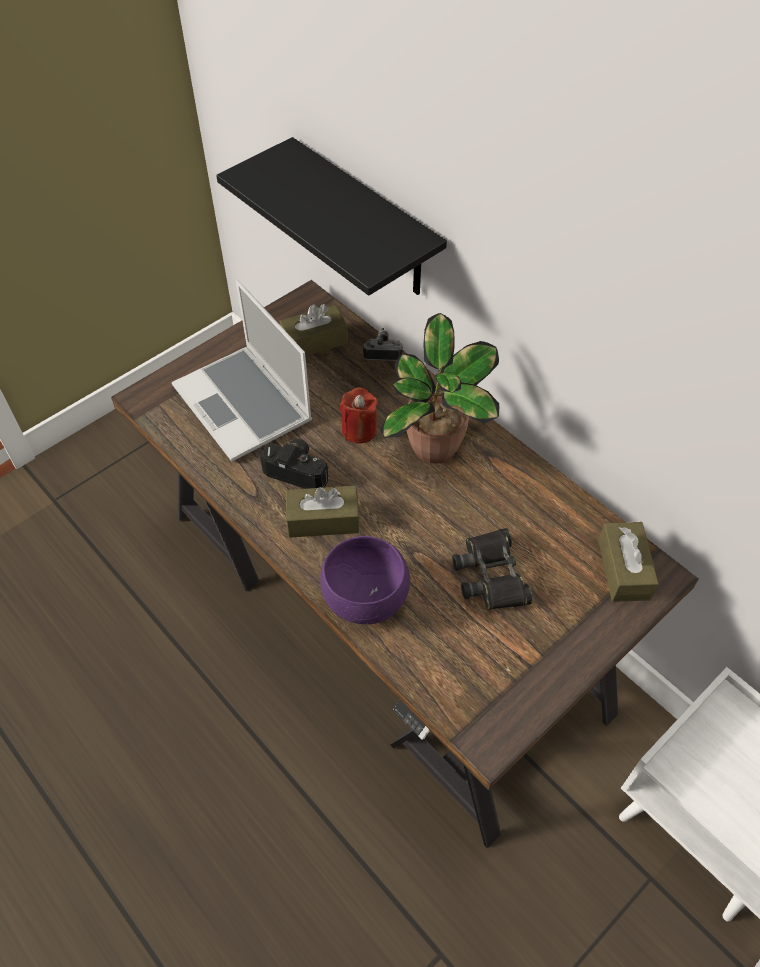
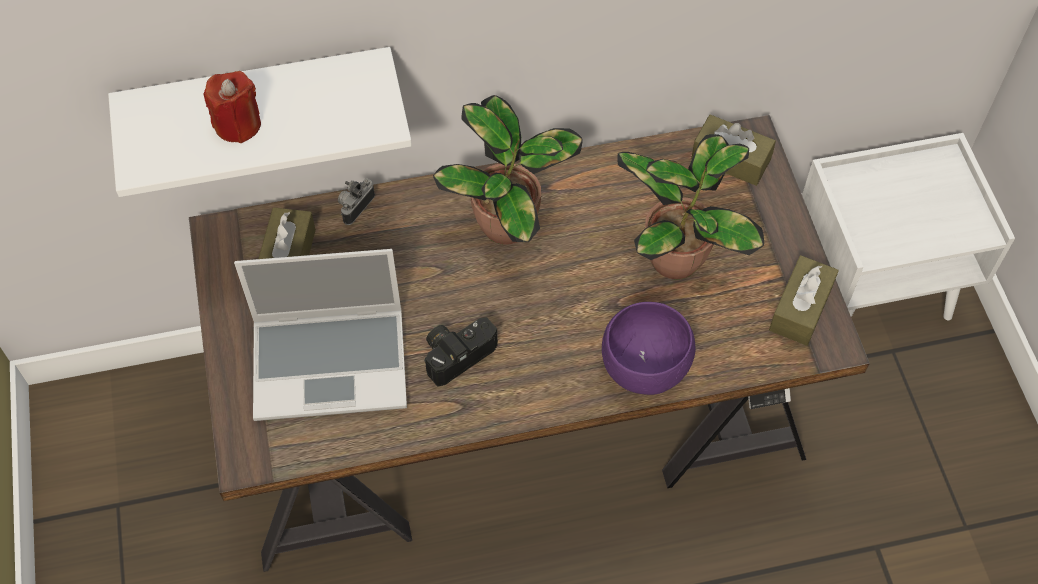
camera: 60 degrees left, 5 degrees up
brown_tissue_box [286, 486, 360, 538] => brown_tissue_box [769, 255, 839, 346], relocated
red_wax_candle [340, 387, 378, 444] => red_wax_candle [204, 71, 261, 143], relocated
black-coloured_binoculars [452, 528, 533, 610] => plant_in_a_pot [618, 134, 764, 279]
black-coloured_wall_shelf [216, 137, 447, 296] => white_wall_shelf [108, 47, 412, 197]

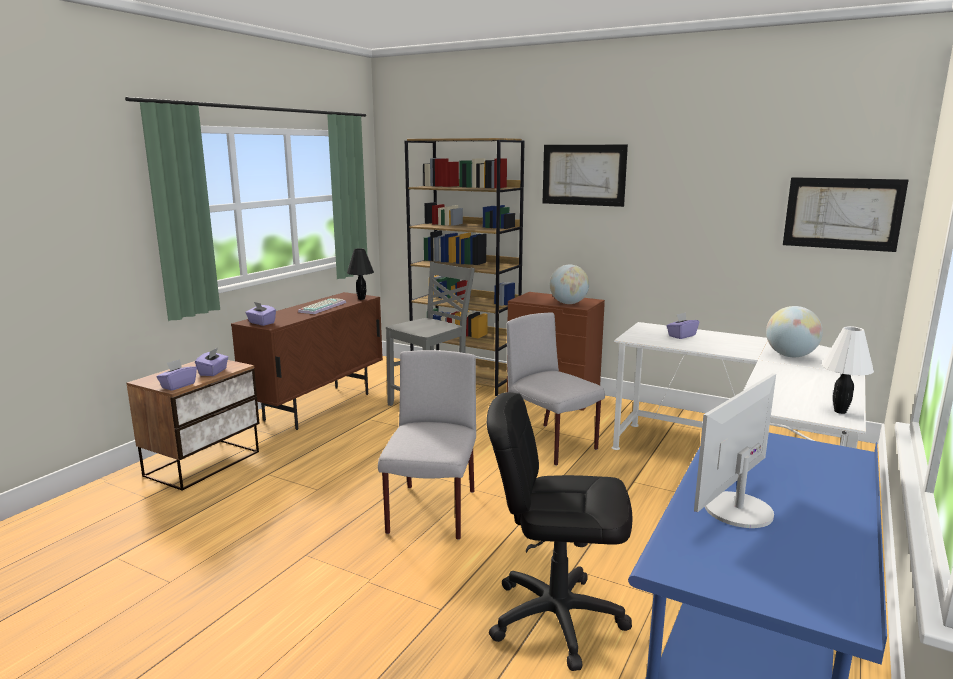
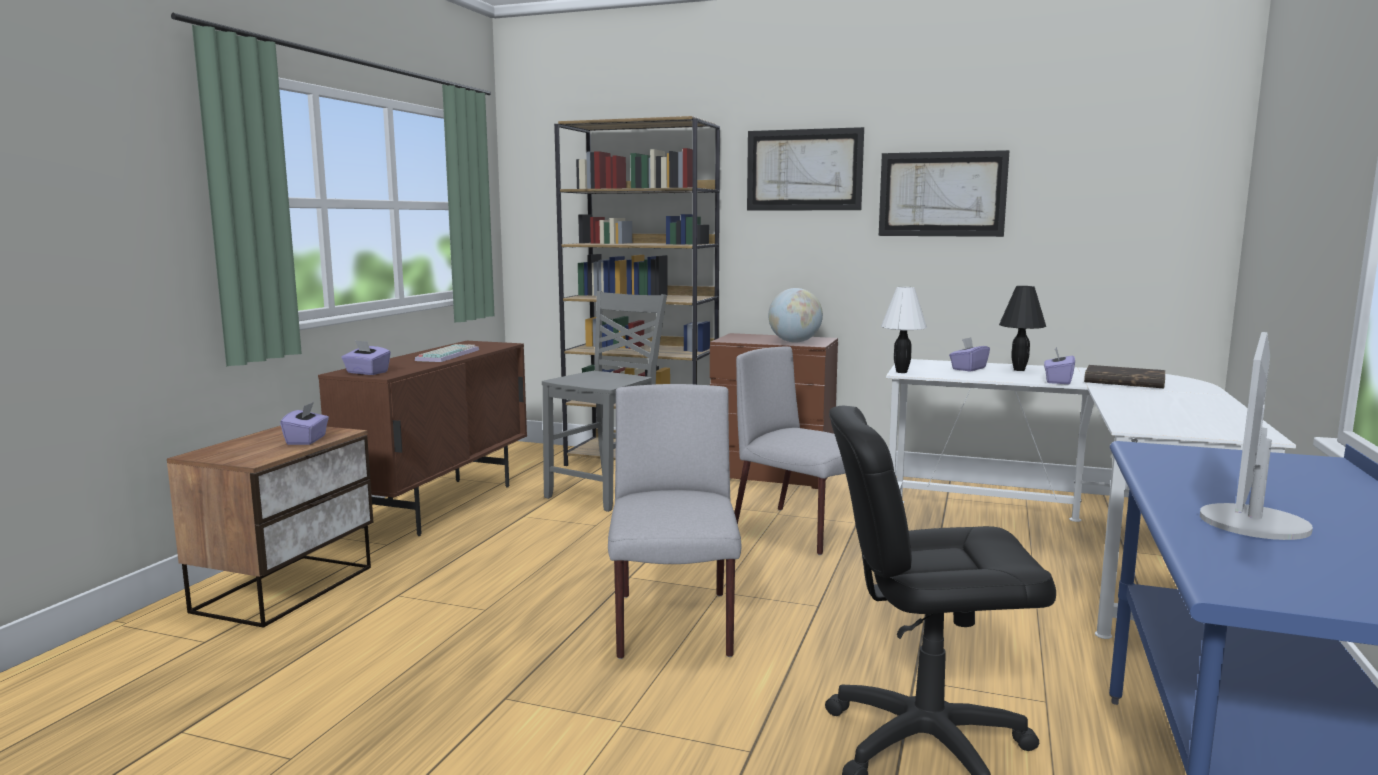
camera: 10 degrees left, 5 degrees down
purplish_tissue_box [156, 359, 197, 391] => purplish_tissue_box [1044, 347, 1075, 384], relocated
black-coloured_lamp_for_a_table [347, 248, 374, 300] => black-coloured_lamp_for_a_table [999, 286, 1046, 371], relocated
picture [783, 177, 908, 252] => picture [879, 150, 1010, 237], relocated
white_lamp_for_a_table [821, 326, 874, 414] => white_lamp_for_a_table [881, 287, 927, 373], relocated
desk_globe [766, 306, 823, 357] => brown_bound_book [1084, 365, 1165, 388]

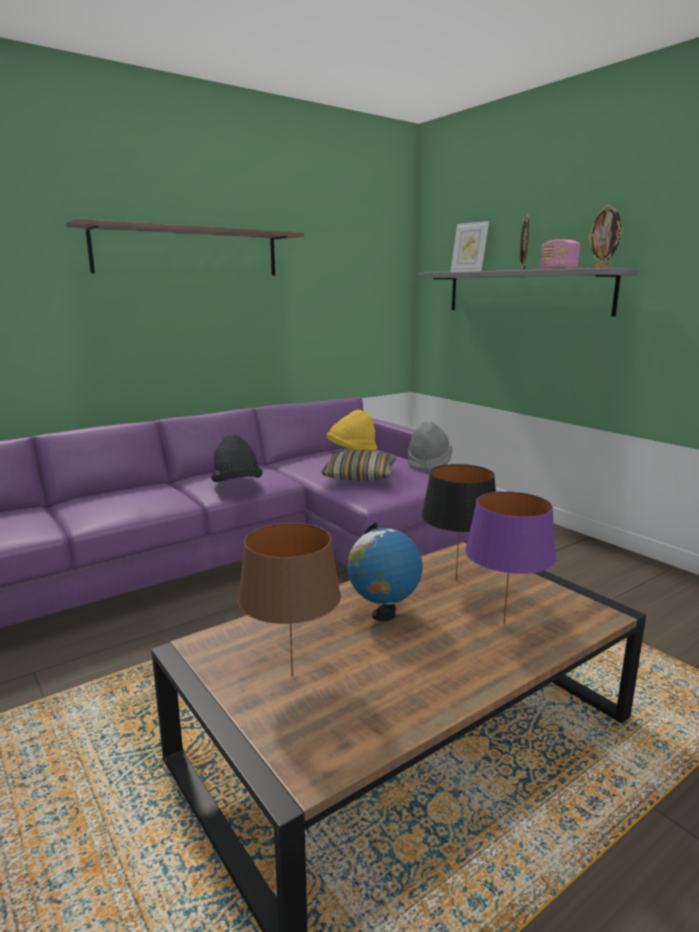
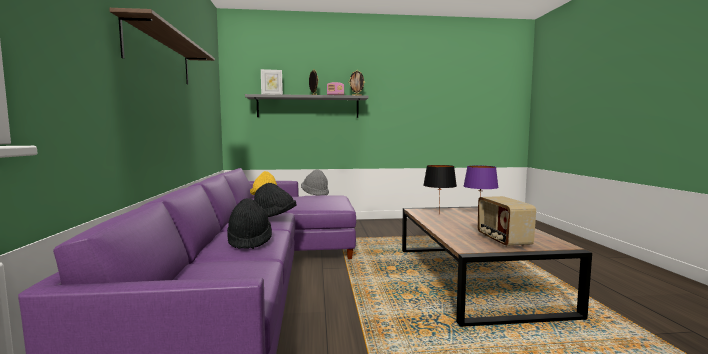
camera: 60 degrees left, 10 degrees down
pillow [321, 450, 396, 481] => nothing
desk_globe [347, 522, 423, 621] => nothing
nothing => black-coloured_hat [227, 198, 272, 249]
brown_lamp_for_a_table [238, 523, 341, 677] => radio_set [478, 196, 536, 247]

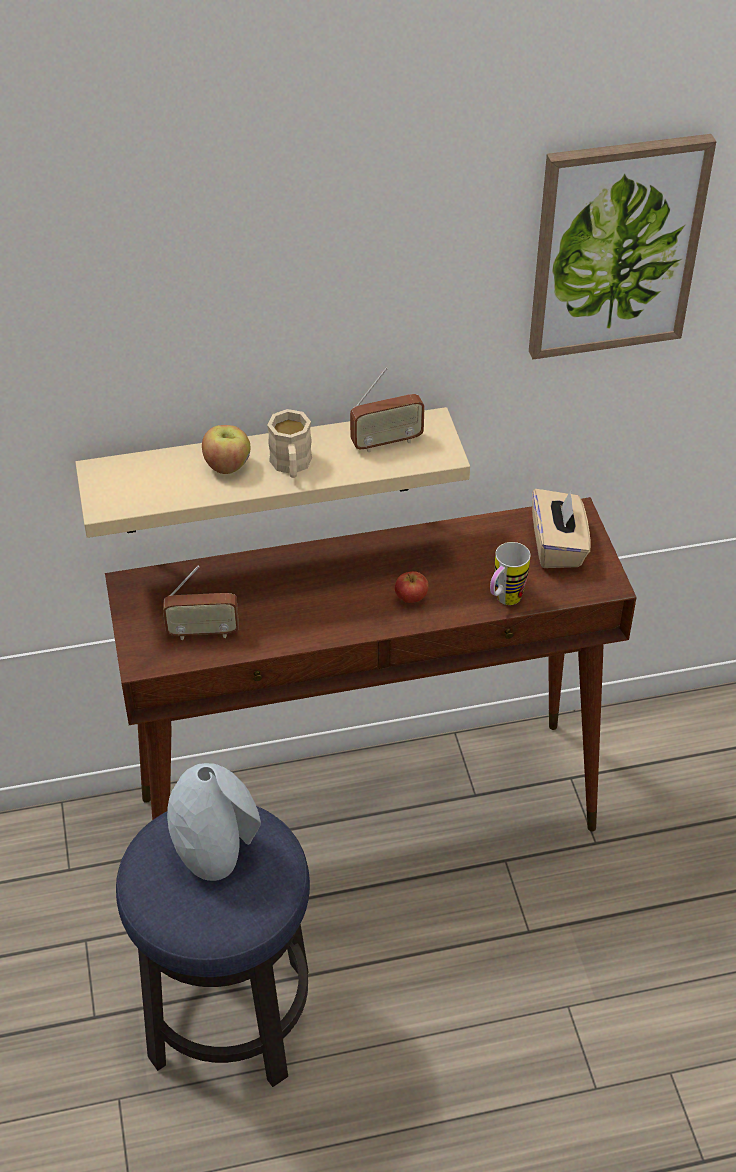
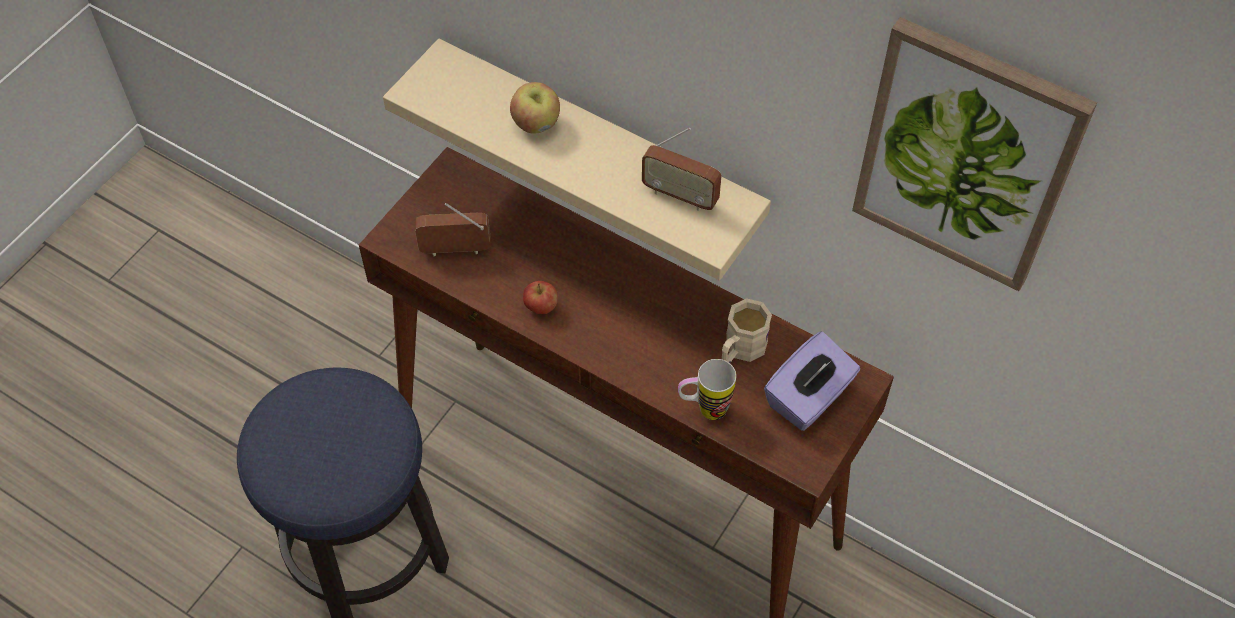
camera: 45 degrees right, 10 degrees up
gray_decorative_vase [167, 763, 261, 881] => nothing
beige_coffee_mug [267, 409, 312, 478] => beige_coffee_mug [722, 298, 772, 363], relocated
whole_apple [395, 571, 429, 603] => whole_apple [523, 281, 558, 314], relocated
beige_tissue_box [532, 489, 590, 568] => purplish_tissue_box [764, 331, 860, 431]
radio_set [163, 566, 239, 640] => radio_set [415, 203, 491, 256], 135 degrees clockwise

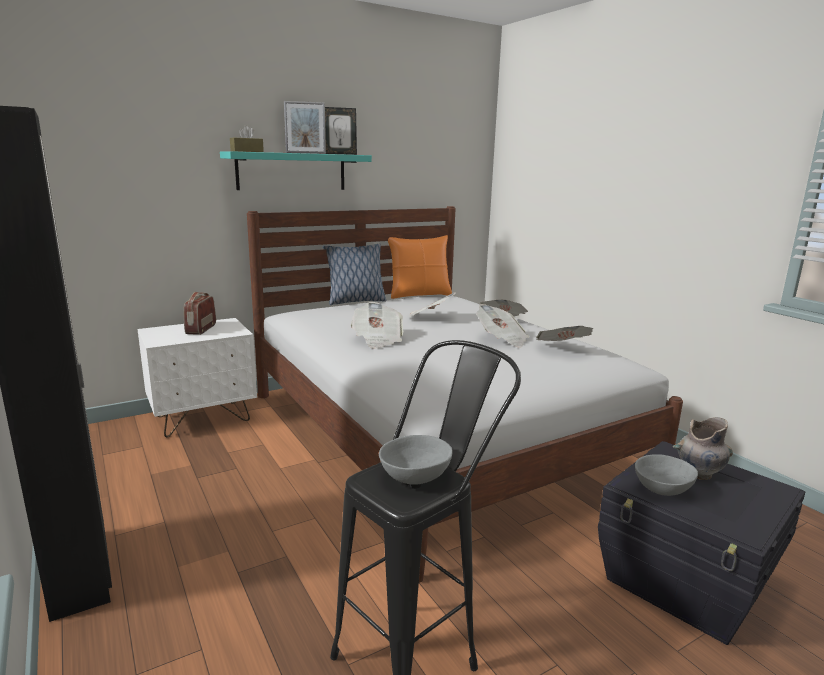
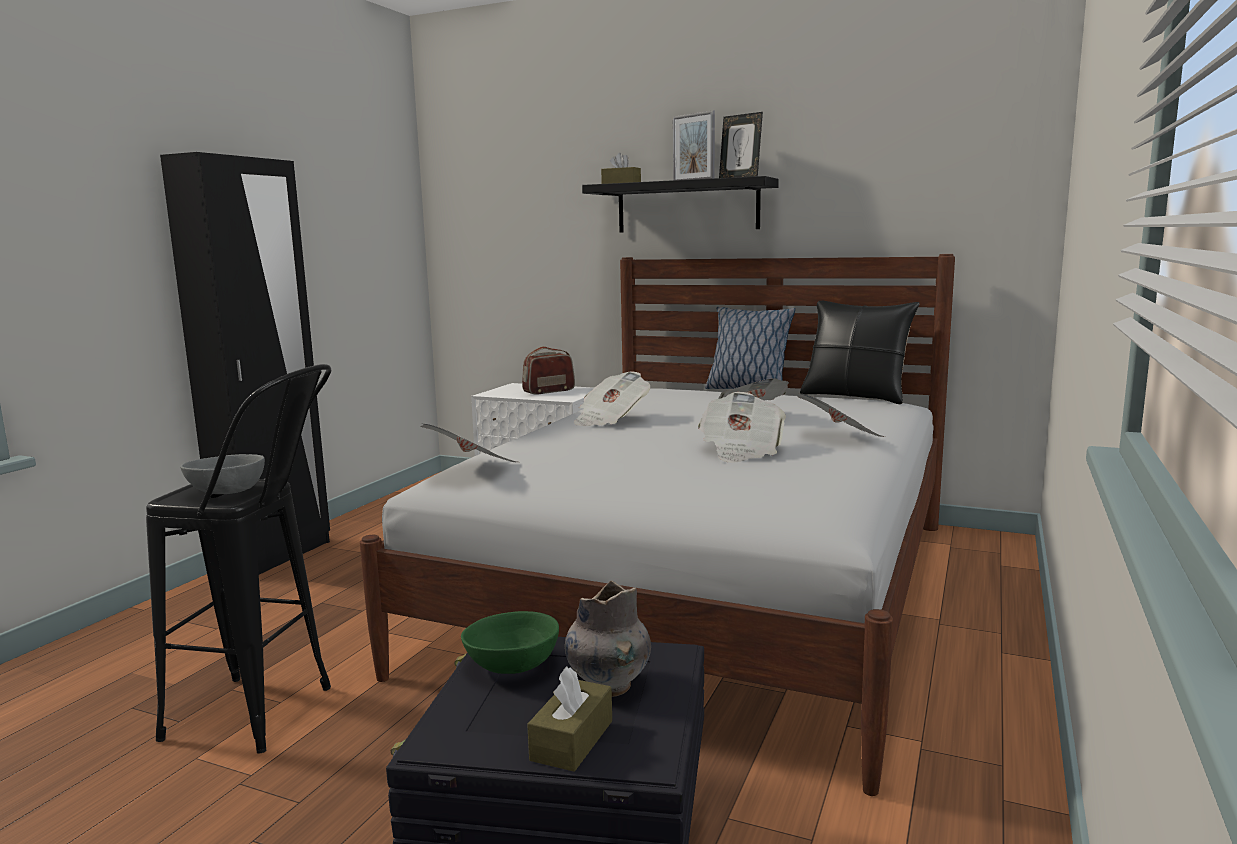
camera: 55 degrees right, 5 degrees down
nothing => brown_tissue_box [527, 666, 612, 772]
daily_paper [536, 326, 593, 341] => daily_paper [420, 424, 517, 462], relocated
turquoise-coloured_wall_shelf [220, 151, 372, 190] => black-coloured_wall_shelf [582, 176, 779, 233]
orangey_pillow [388, 235, 452, 299] => black-coloured_pillow [800, 301, 919, 404]
gray_deep_dish [635, 454, 698, 496] => green_deep_dish [461, 611, 559, 674]

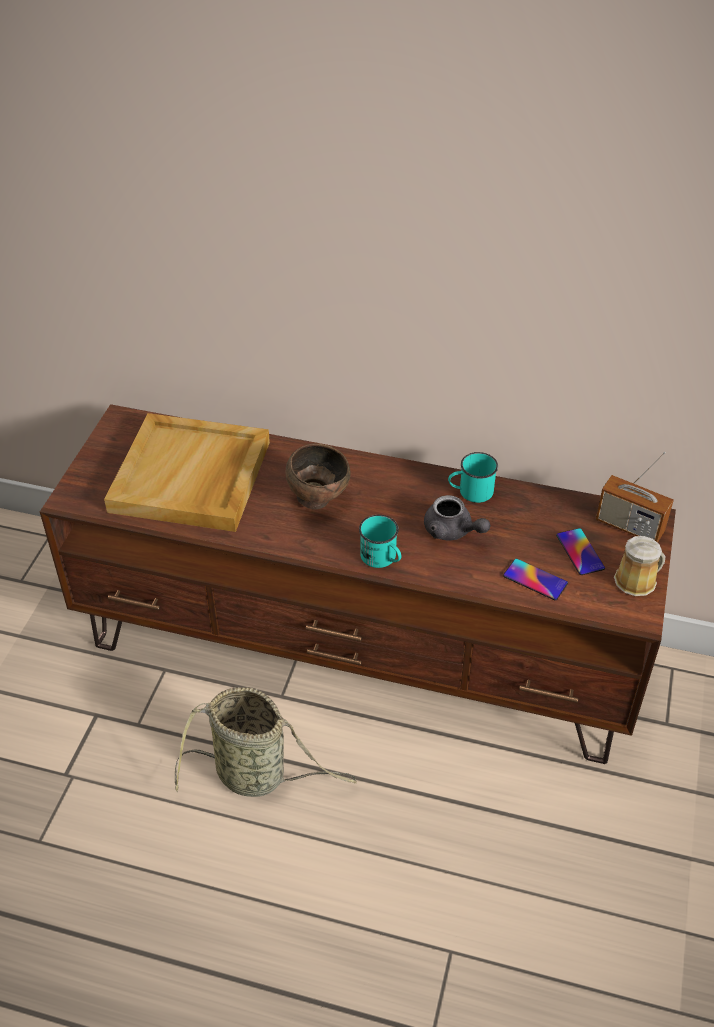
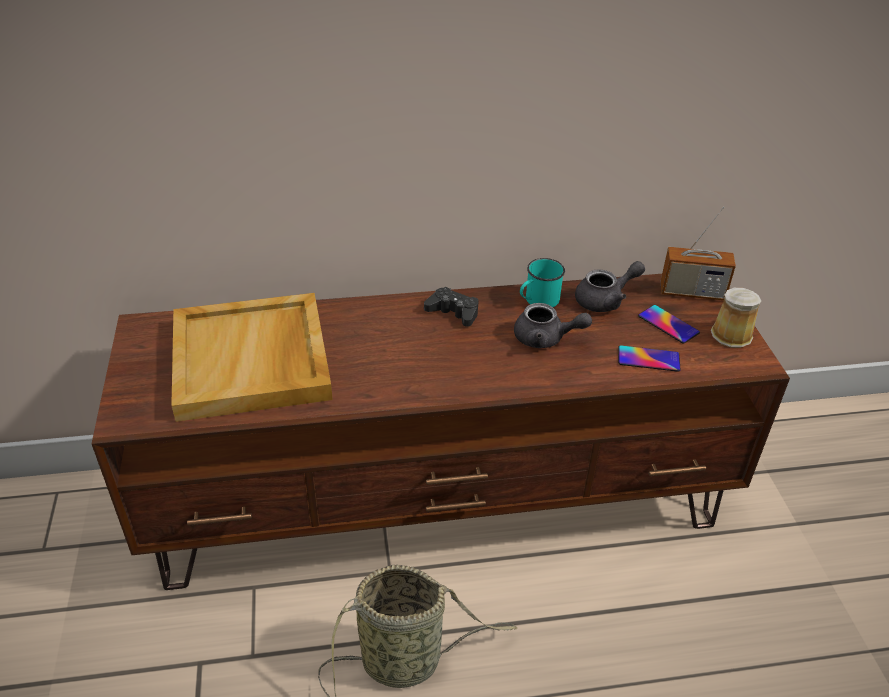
camera: 25 degrees left, 5 degrees down
brown_deep_dish [286, 444, 351, 510] => nothing
turquoise-coloured_coffee_mug [359, 515, 401, 568] => nothing
nothing => black-coloured_joypad [424, 287, 479, 327]
nothing => gray_tea_pot [575, 261, 645, 312]

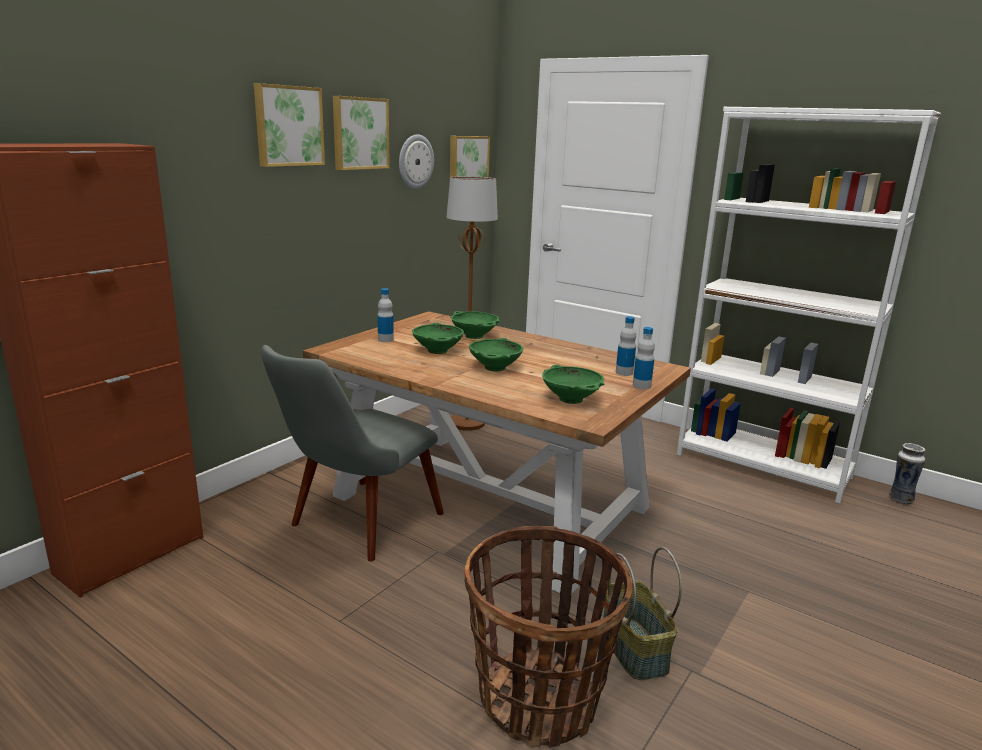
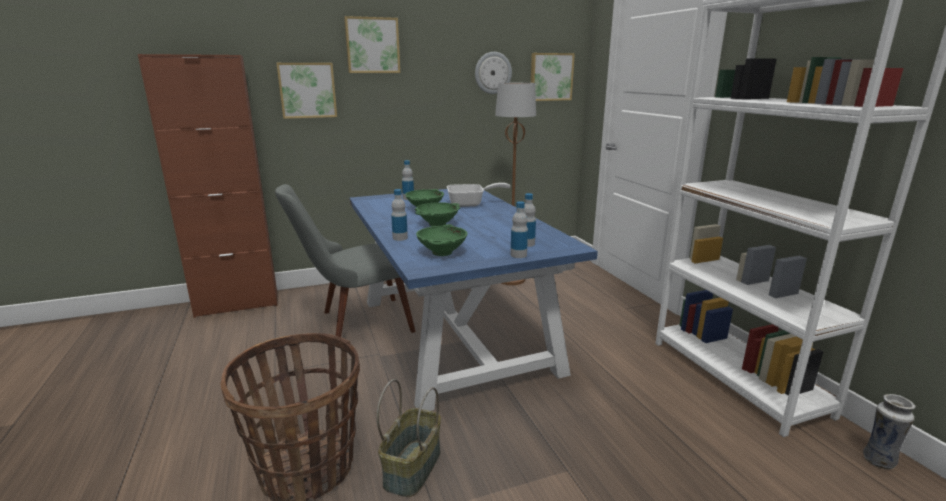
camera: 35 degrees right, 0 degrees up
nothing => bottle [391, 189, 408, 241]
picture [333, 96, 390, 170] => picture [276, 63, 337, 119], relocated
green_deep_dish [450, 311, 500, 339] => skillet [447, 183, 511, 207]
brown_dining_table [303, 312, 691, 594] => bluish_dining_table [349, 189, 598, 411]

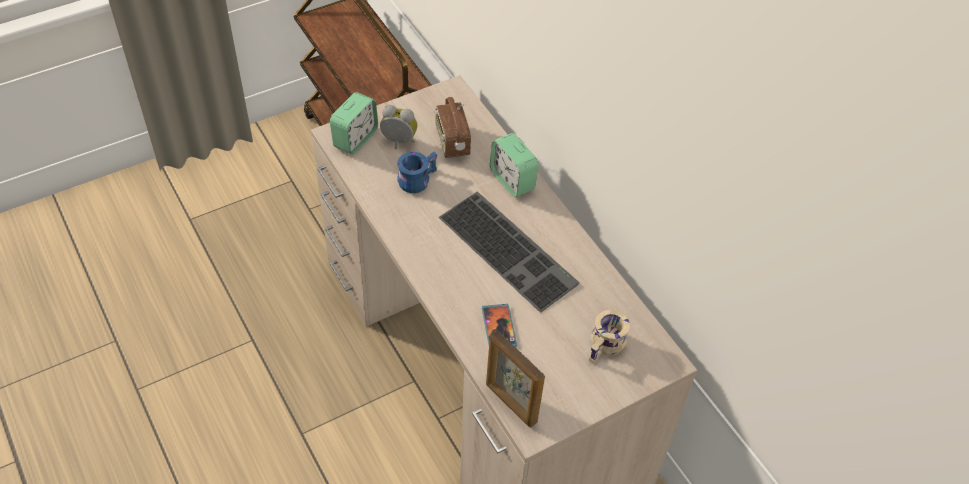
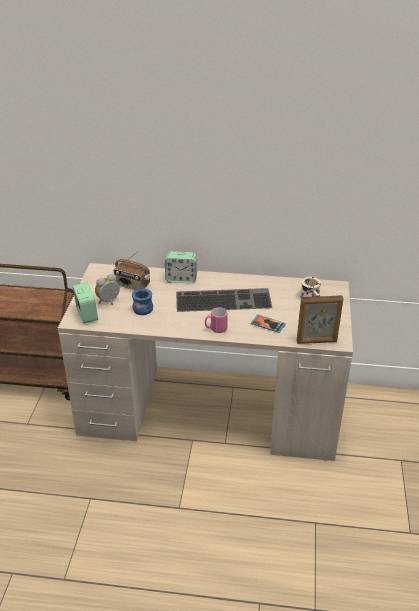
camera: 50 degrees left, 15 degrees down
nothing => pink-coloured_coffee_mug [205, 307, 228, 333]

